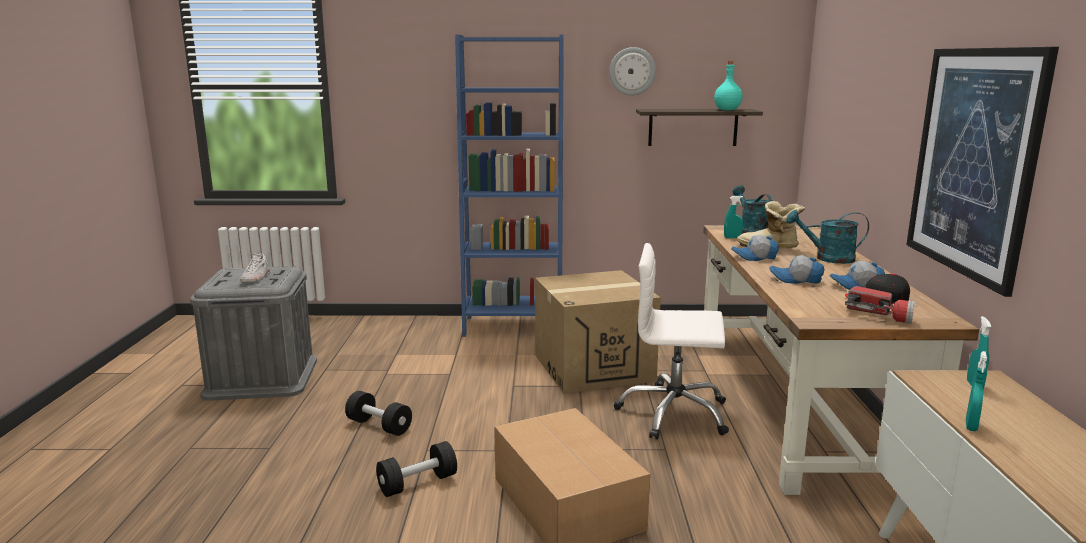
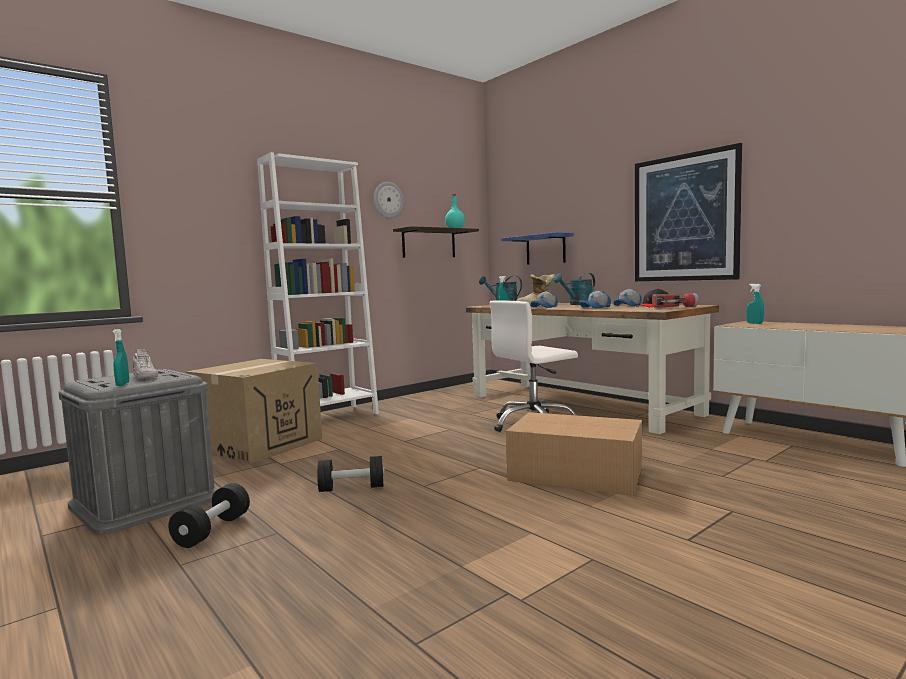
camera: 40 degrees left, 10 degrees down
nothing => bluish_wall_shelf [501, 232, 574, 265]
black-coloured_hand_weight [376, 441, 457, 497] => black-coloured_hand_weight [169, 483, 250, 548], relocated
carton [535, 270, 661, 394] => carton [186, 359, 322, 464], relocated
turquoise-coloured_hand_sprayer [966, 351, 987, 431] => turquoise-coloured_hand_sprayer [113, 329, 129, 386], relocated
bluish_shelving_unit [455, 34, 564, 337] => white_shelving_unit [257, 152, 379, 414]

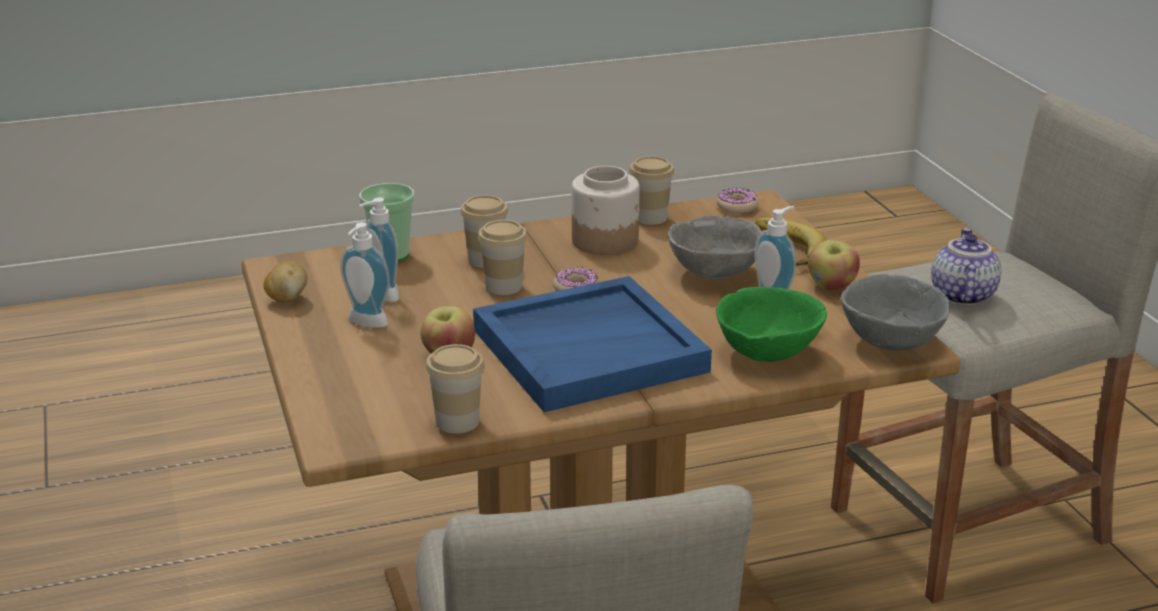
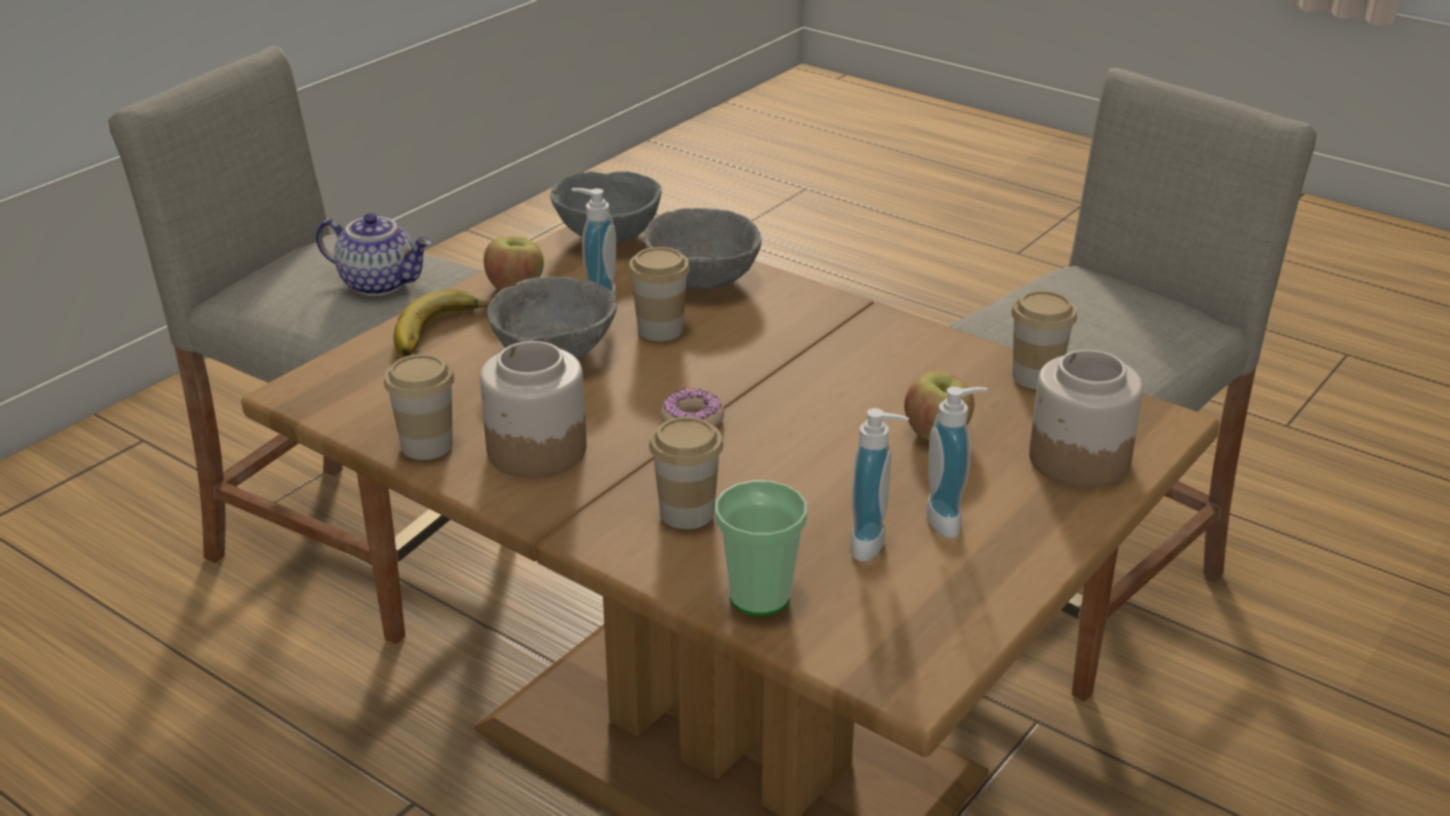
camera: 125 degrees left, 5 degrees up
potato [263, 261, 307, 302] => nothing
bluish_serving_tray [473, 276, 712, 412] => nothing
doughnut [717, 188, 759, 214] => nothing
nothing => storage_jar [1029, 350, 1143, 488]
drinking_cup [478, 220, 527, 295] => drinking_cup [628, 247, 690, 341], relocated
green_deep_dish [716, 287, 827, 362] => gray_deep_dish [643, 208, 762, 290]
tea_pot [931, 228, 1001, 305] => tea_pot [316, 213, 432, 296], 135 degrees counterclockwise

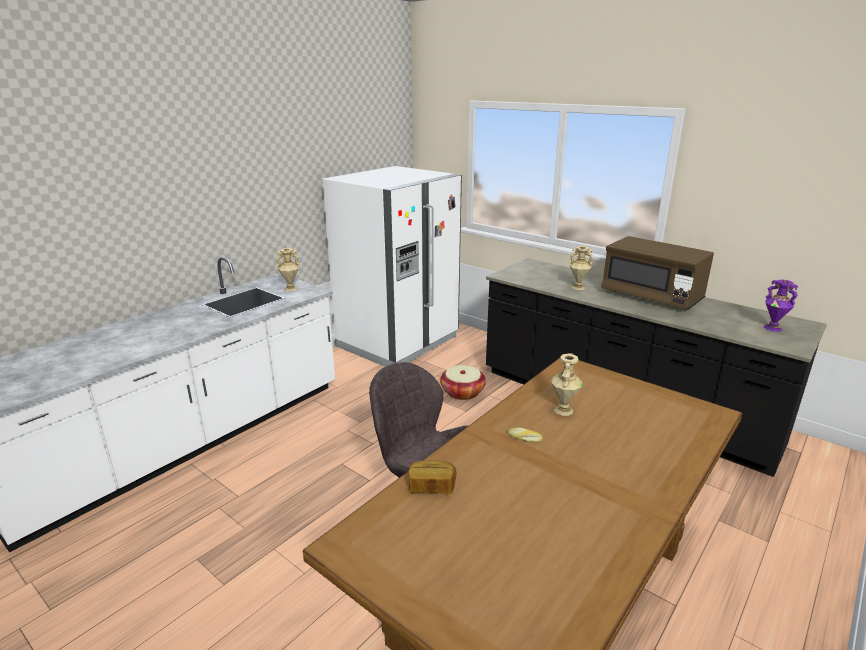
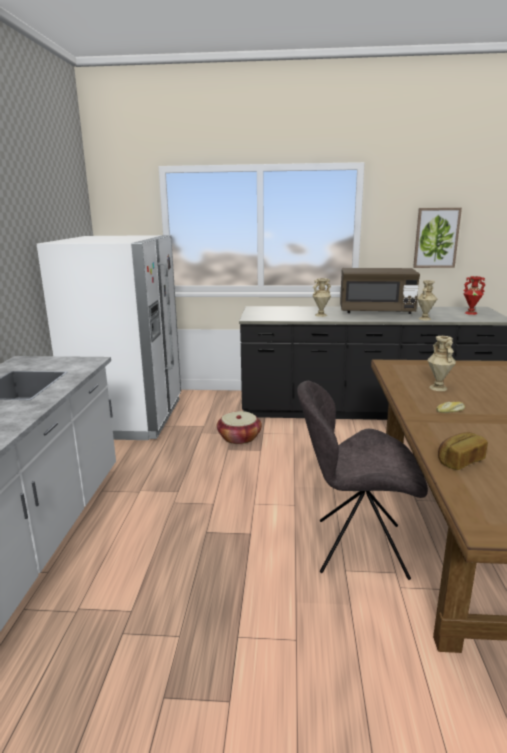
camera: 35 degrees left, 5 degrees down
nothing => picture [413, 208, 462, 268]
beige_decorative_vase [276, 248, 299, 291] => beige_decorative_vase [417, 280, 437, 321], relocated
purplish_decorative_vase [764, 280, 798, 332] => red_decorative_vase [464, 276, 485, 315]

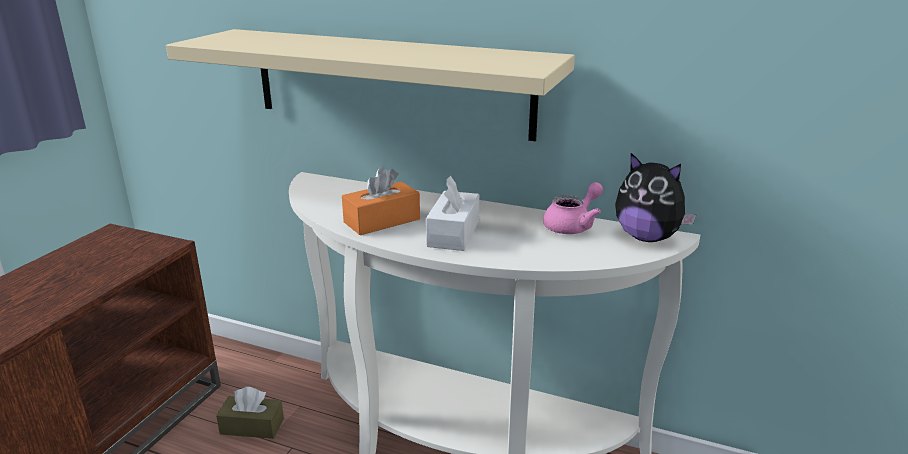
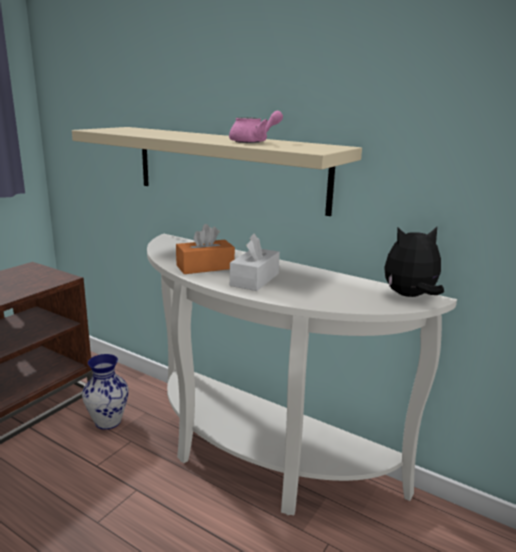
camera: 10 degrees right, 5 degrees down
pink-coloured_tea_pot [543, 182, 603, 234] => pink-coloured_tea_pot [229, 111, 283, 143], relocated
brown_tissue_box [216, 387, 284, 439] => decorative_vase [82, 354, 129, 430]
plush_toy [615, 153, 697, 242] => plush_toy [384, 227, 444, 297], 120 degrees clockwise

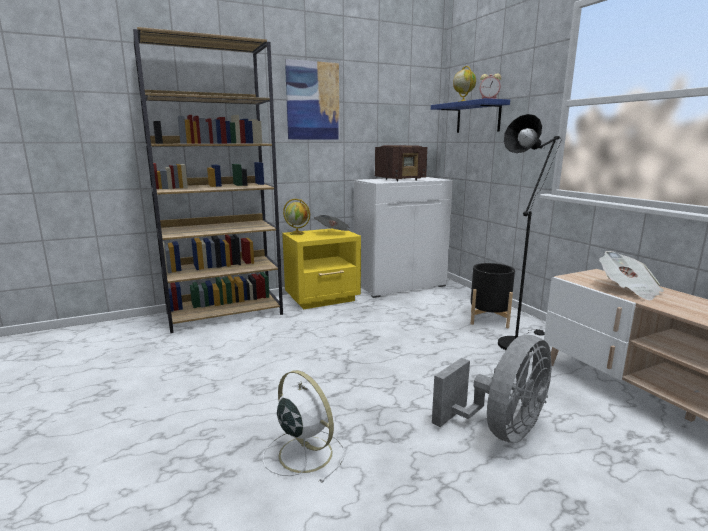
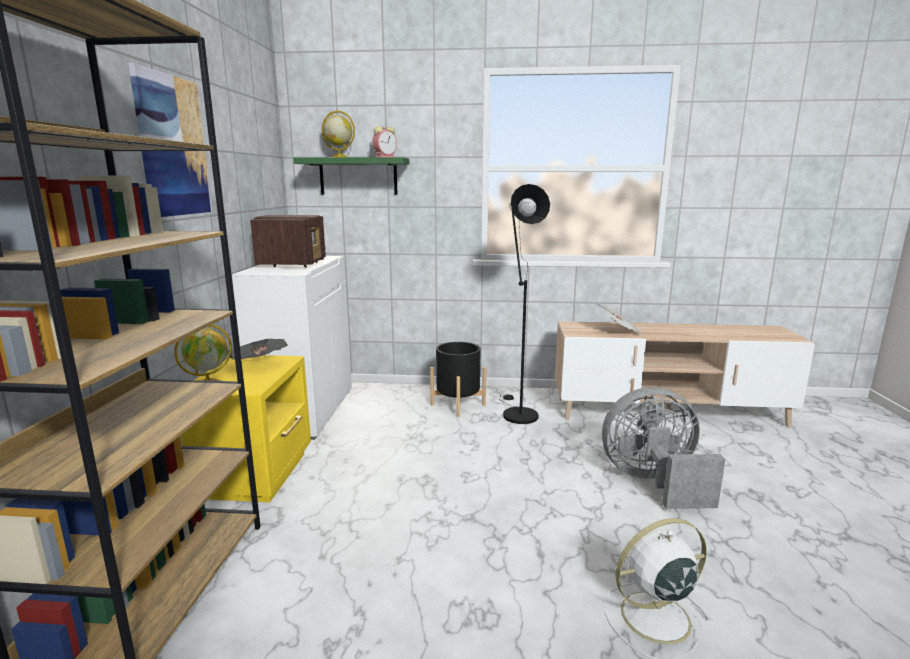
camera: 60 degrees left, 0 degrees up
bluish_wall_shelf [431, 98, 510, 133] => green_wall_shelf [293, 157, 409, 195]
gray_electric_fan [432, 335, 552, 443] => gray_electric_fan [602, 387, 726, 509], 75 degrees counterclockwise

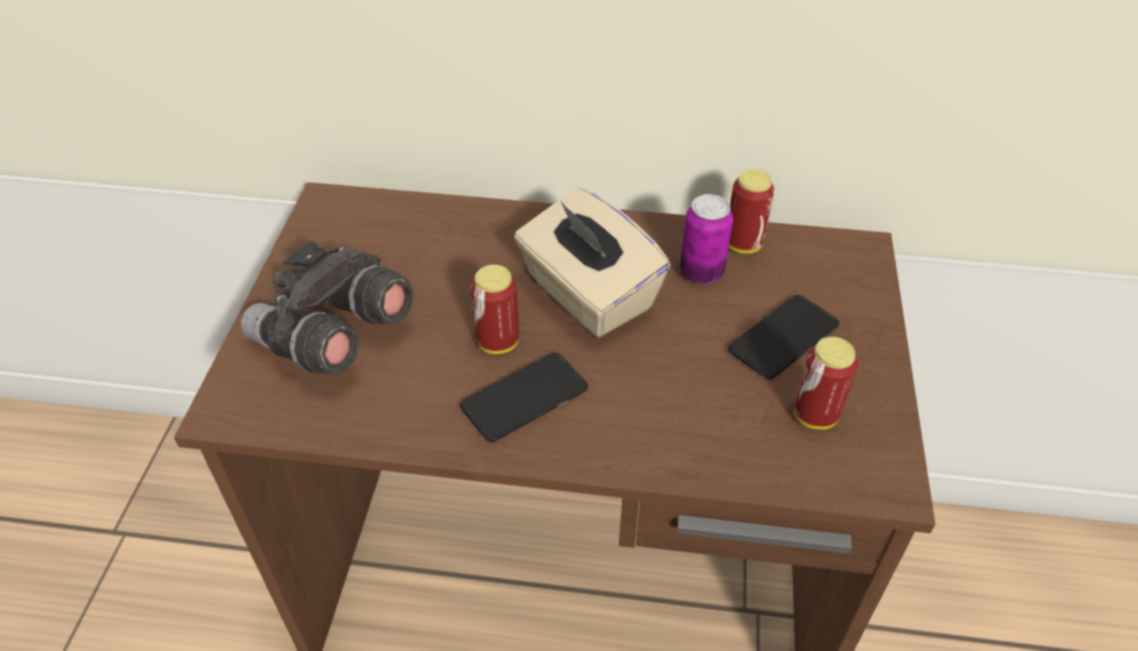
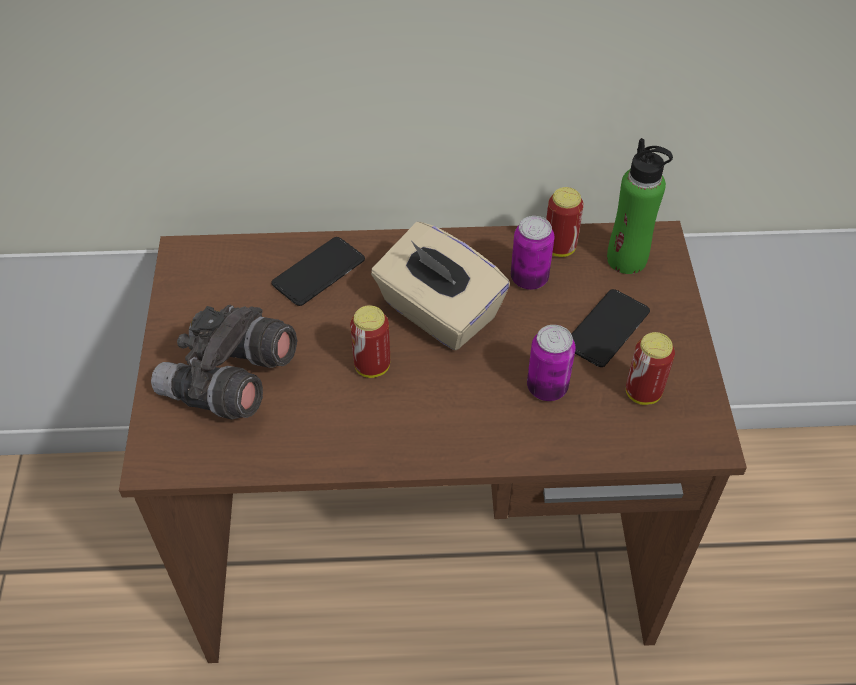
camera: 10 degrees left, 5 degrees up
nothing => sealed_can [527, 325, 576, 401]
nothing => green_bottle [607, 138, 673, 274]
telephone [460, 353, 588, 442] => telephone [271, 237, 365, 306], relocated

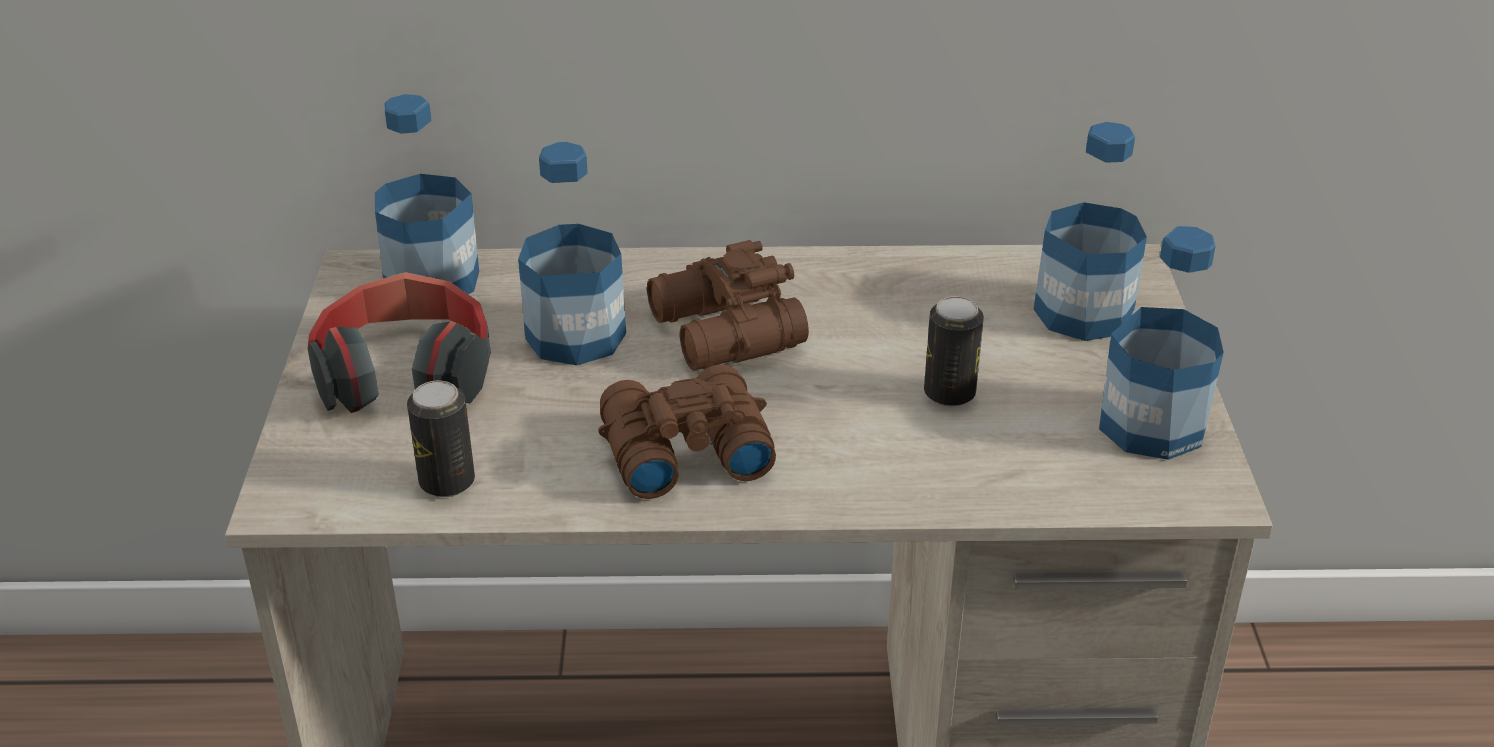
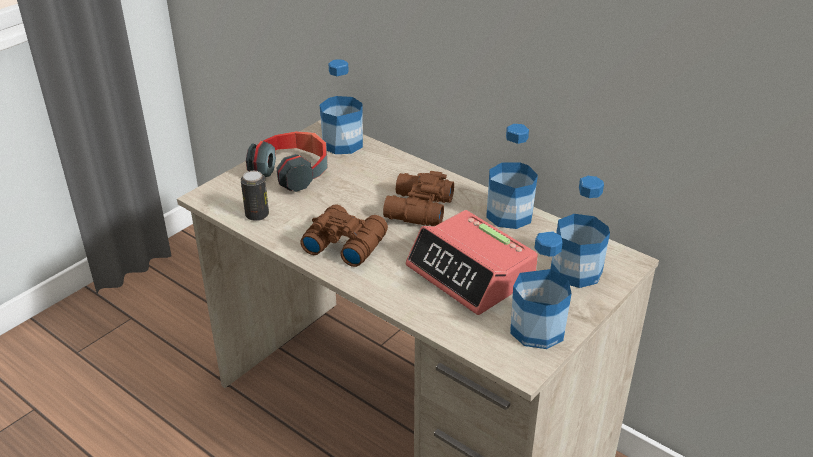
camera: 40 degrees right, 0 degrees up
bottle [518, 142, 626, 366] => bottle [486, 124, 538, 229], relocated
sealed_can [924, 296, 984, 406] => alarm_clock [406, 210, 538, 315]

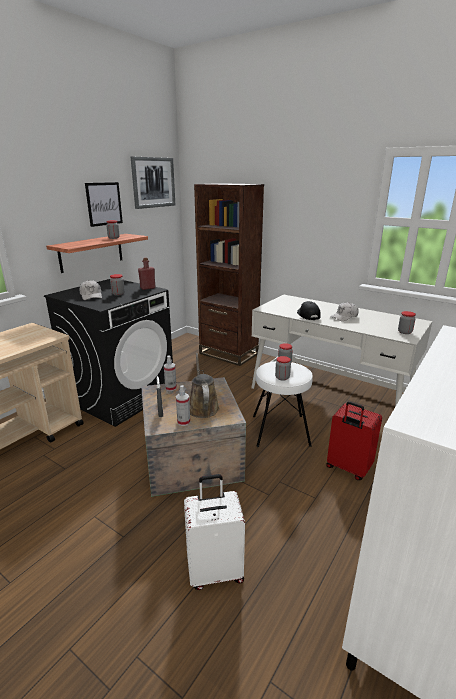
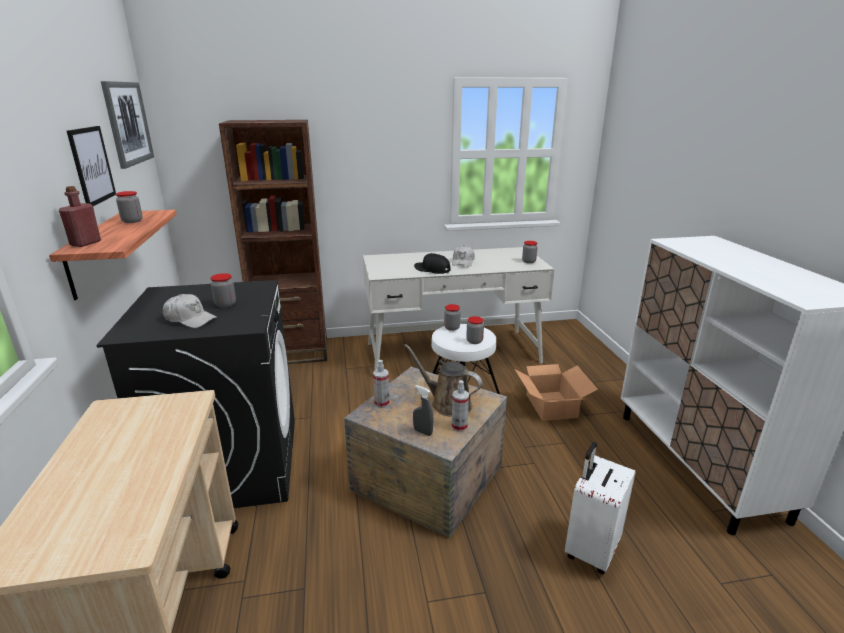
camera: 45 degrees left, 0 degrees up
red_bottle [138, 257, 156, 290] => red_bottle [59, 186, 101, 247], relocated
red_piece_of_luggage [326, 401, 382, 480] => carton [515, 364, 598, 421]

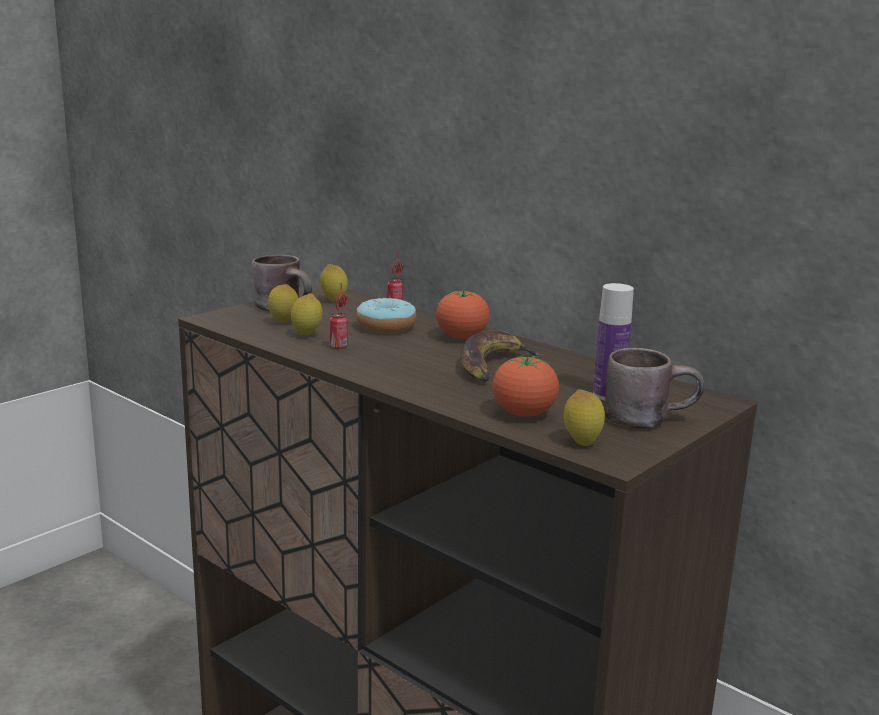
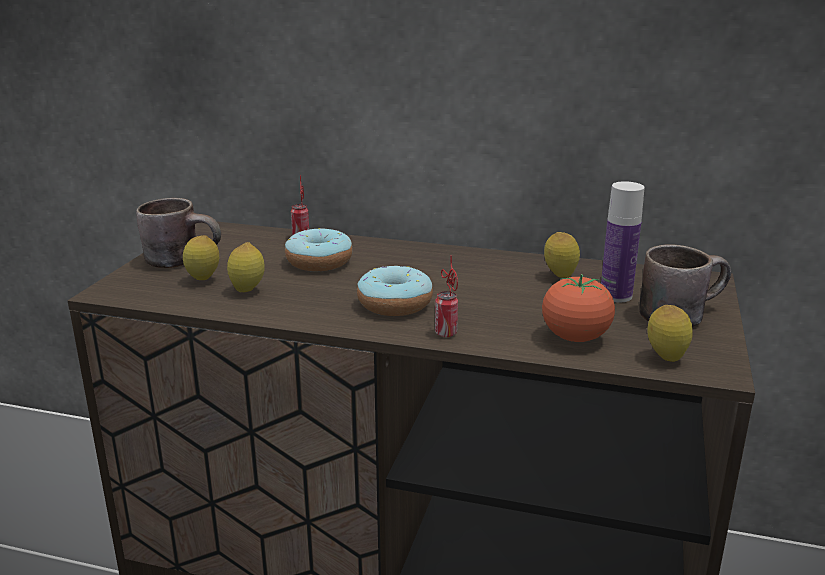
camera: 25 degrees left, 5 degrees up
tomato [436, 287, 489, 339] => nothing
banana [460, 330, 543, 382] => nothing
nothing => doughnut [357, 266, 433, 316]
lemon [320, 264, 348, 302] => lemon [544, 232, 580, 278], relocated
sealed_can [330, 283, 348, 349] => sealed_can [435, 255, 458, 337], relocated

